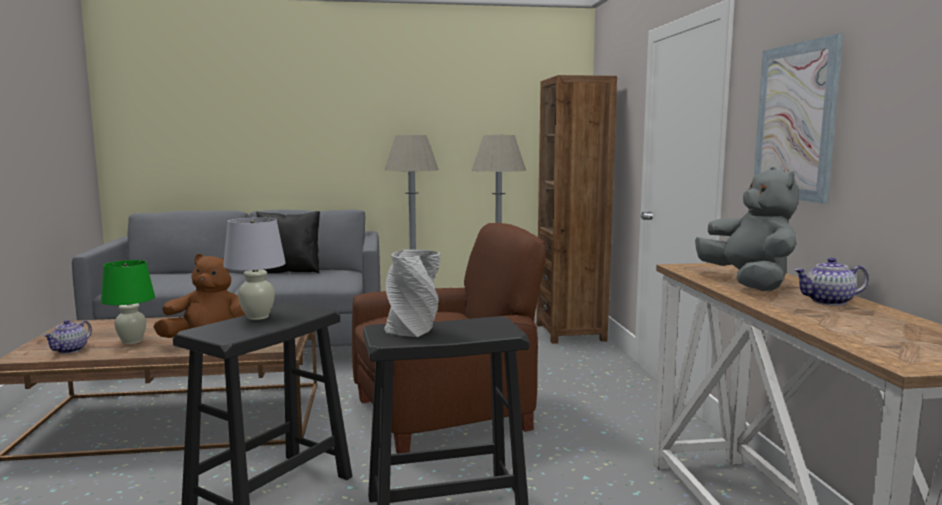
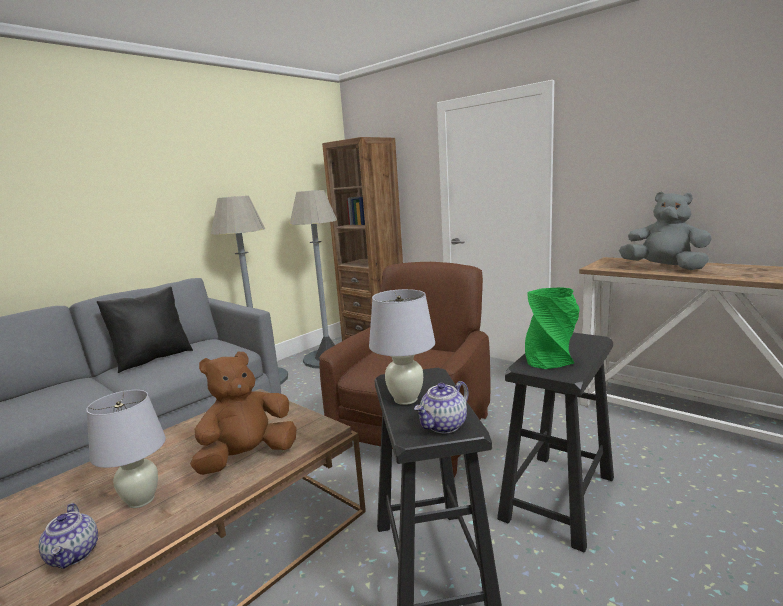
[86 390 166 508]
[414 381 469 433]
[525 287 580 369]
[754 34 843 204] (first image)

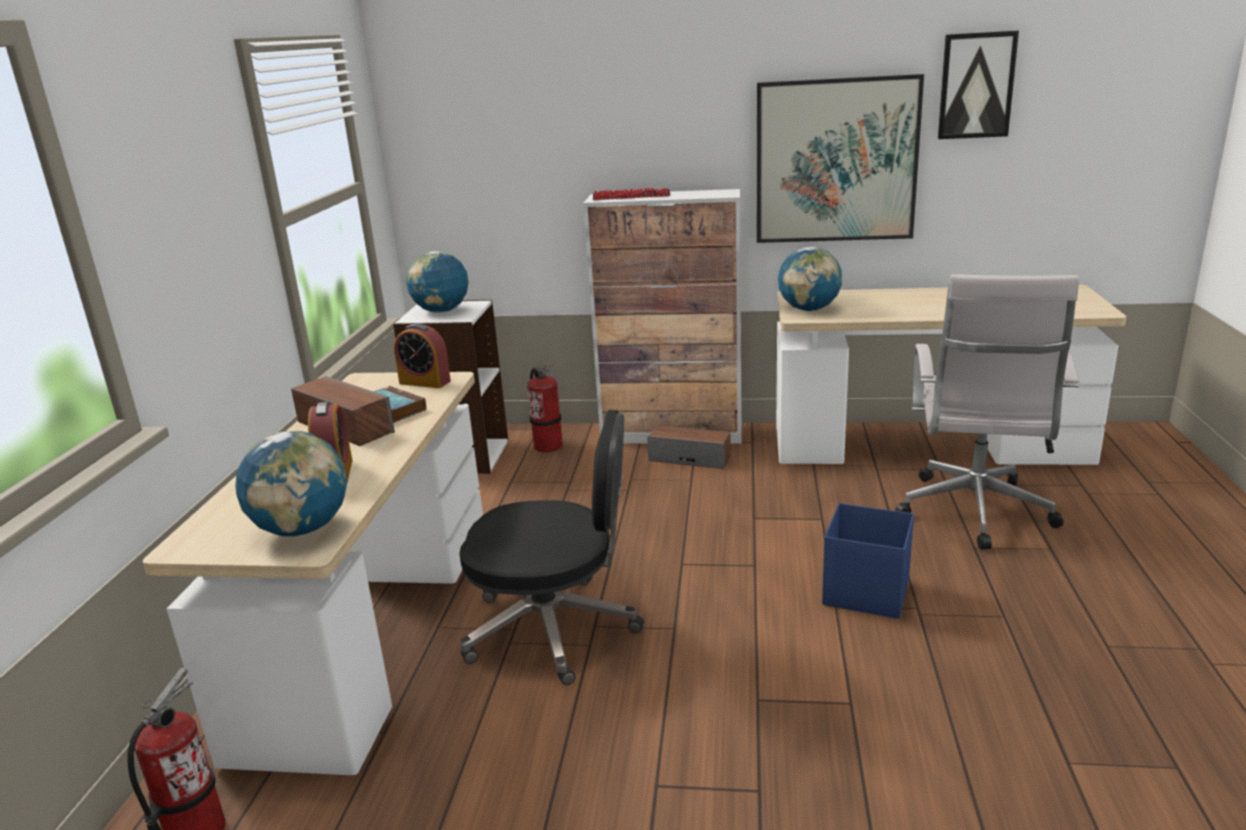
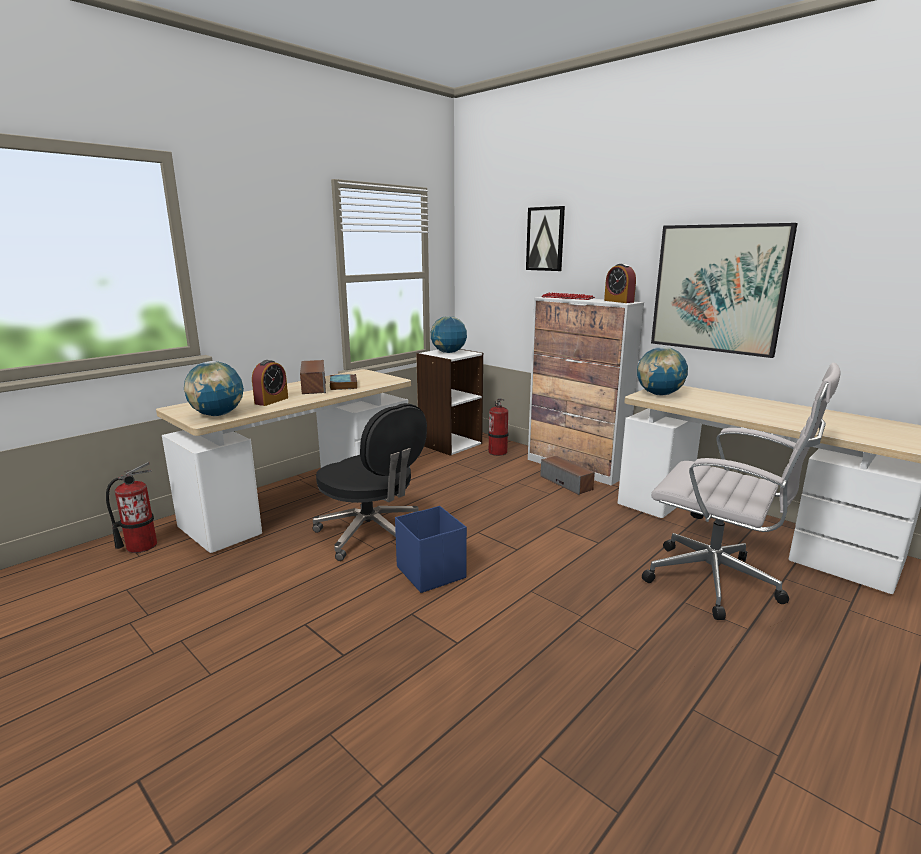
[395 506 467 593]
[526 206 565 271]
[604 264 636 303]
[642 363 841 620]

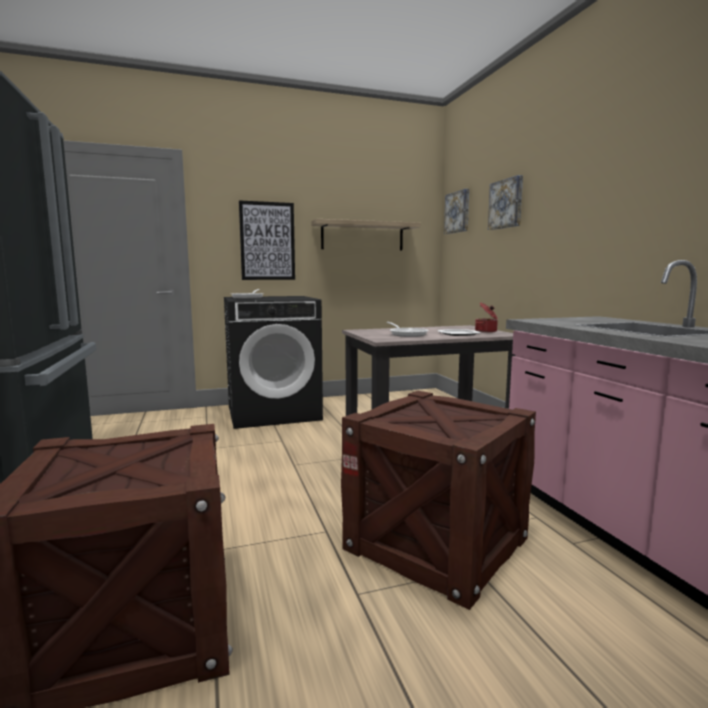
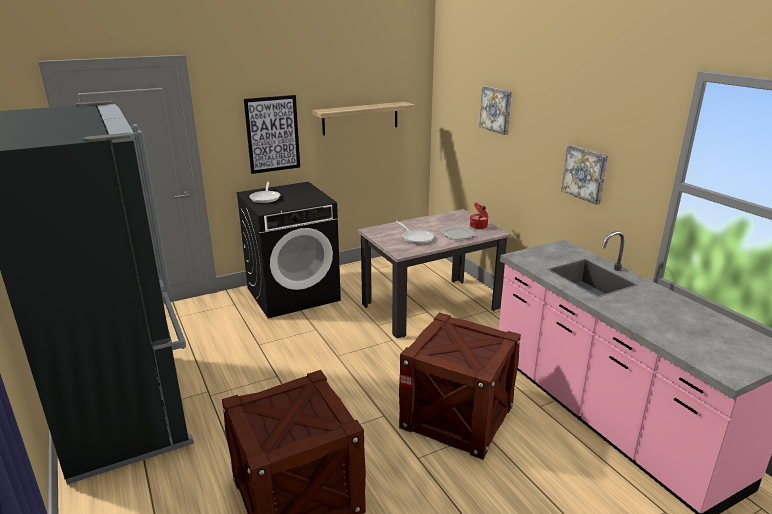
[561 145 608 205]

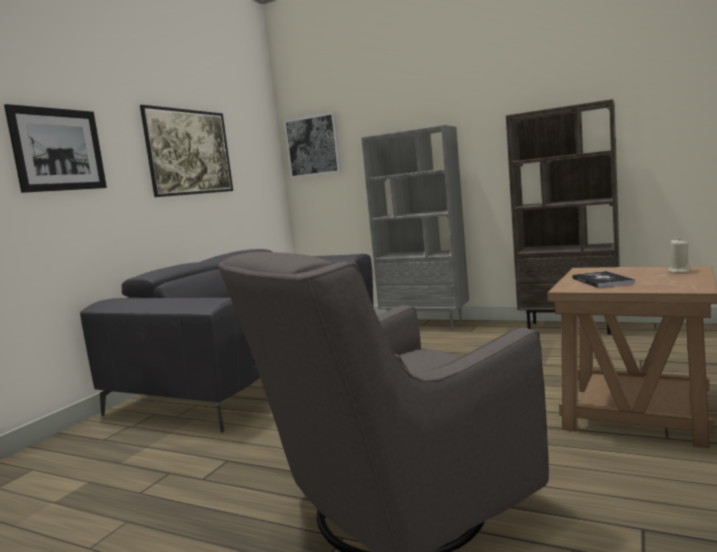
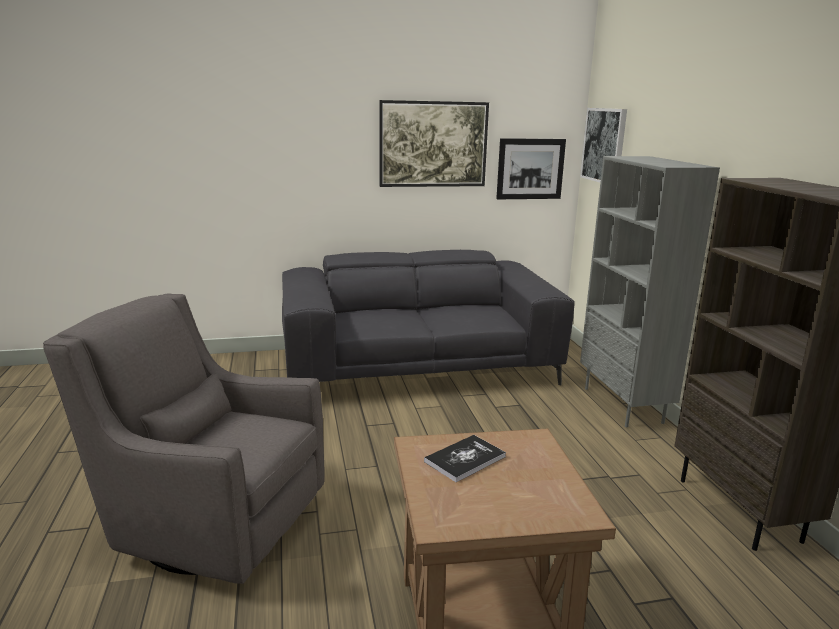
[496 138 566 199]
[668 239 692 273] (first image)

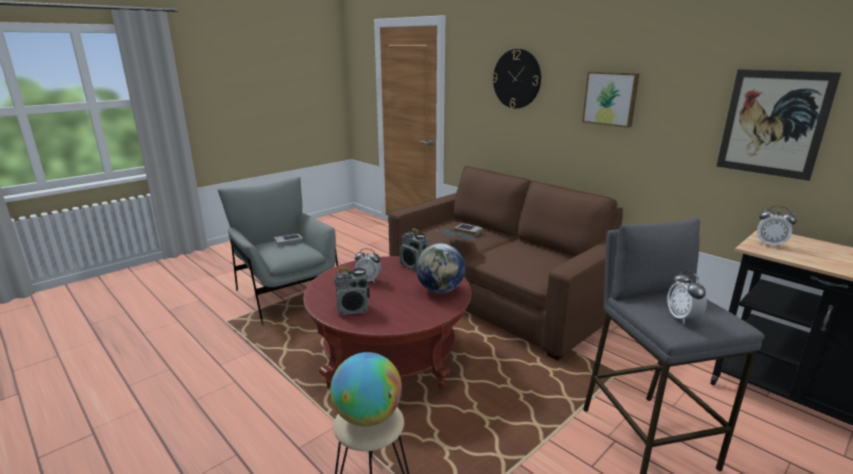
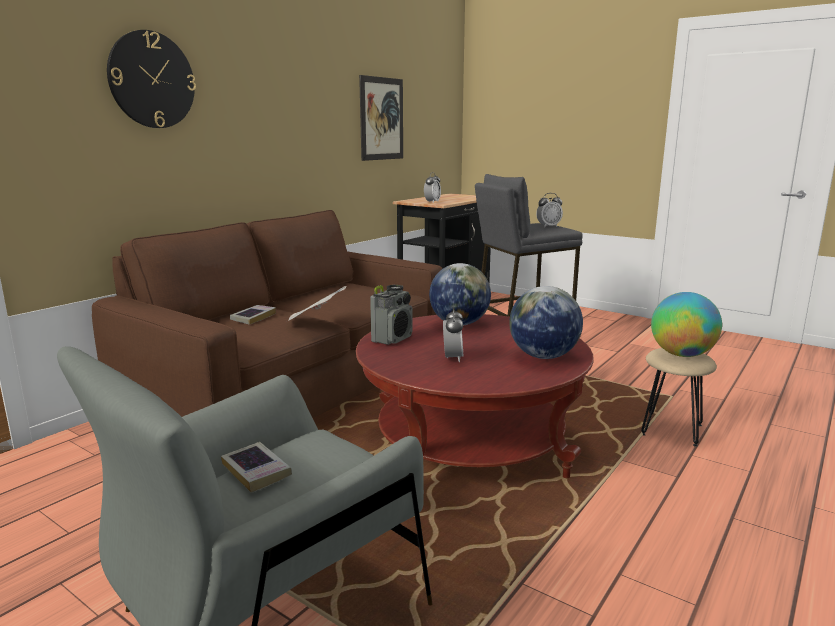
[509 286 583 359]
[582 71 640 128] (first image)

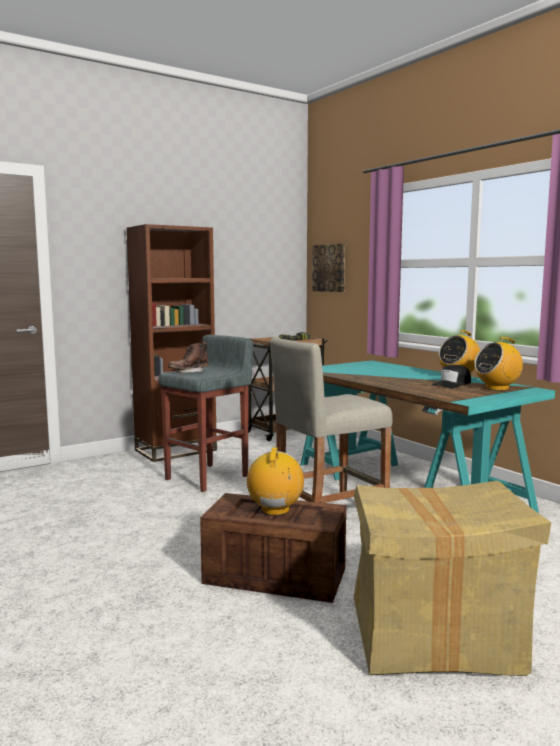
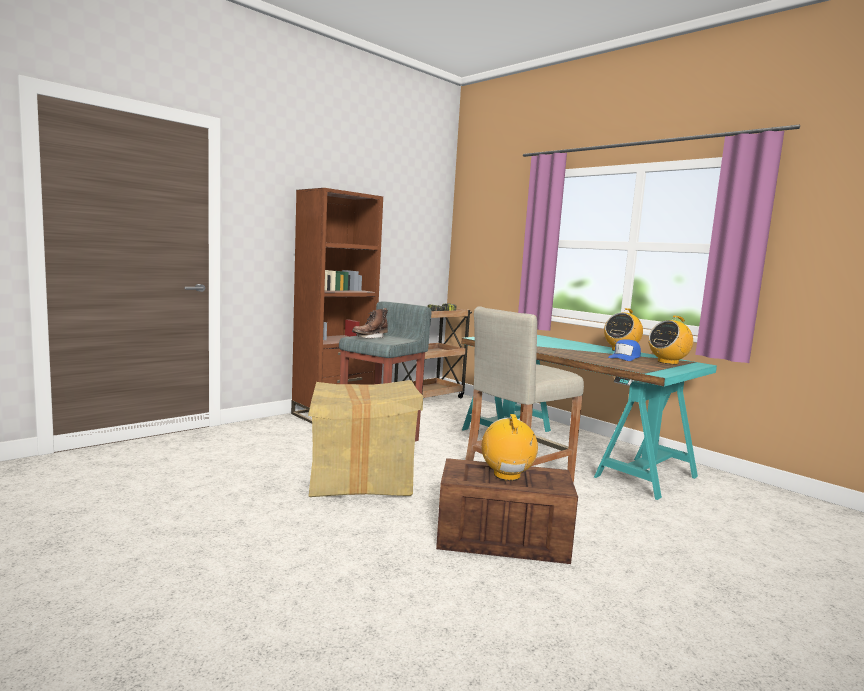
[308 380 423 497]
[608 339 641 361]
[312 243 345 292] (first image)

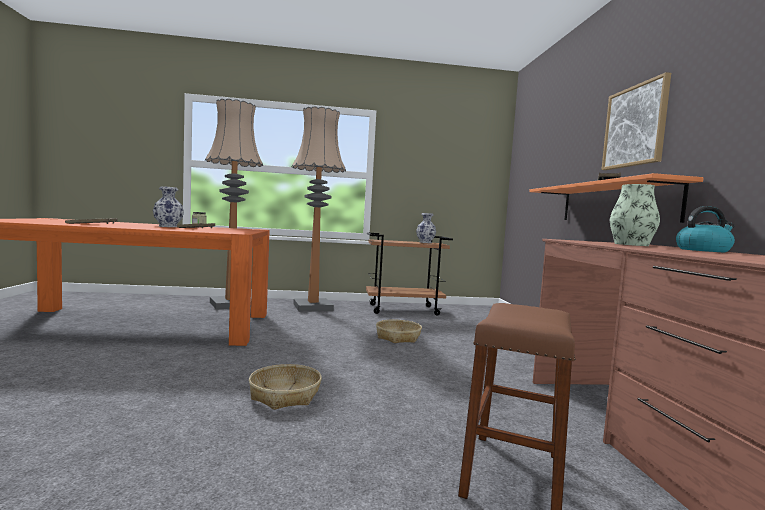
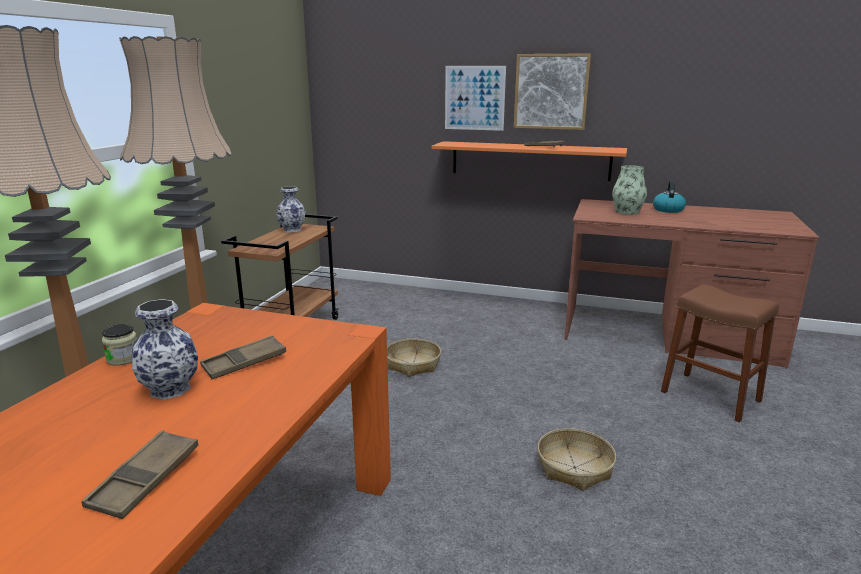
[445 66 506 131]

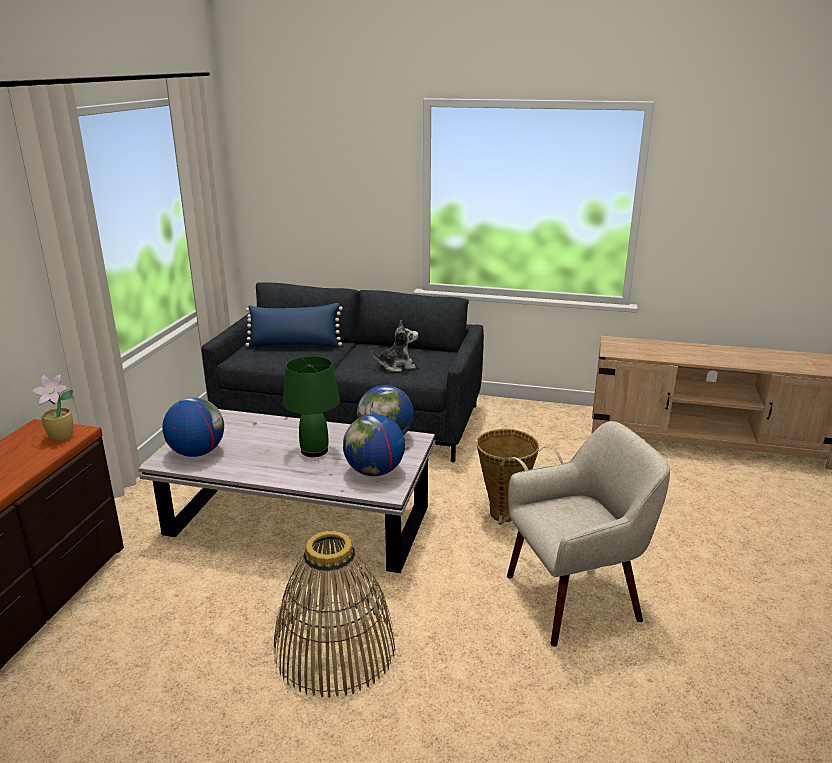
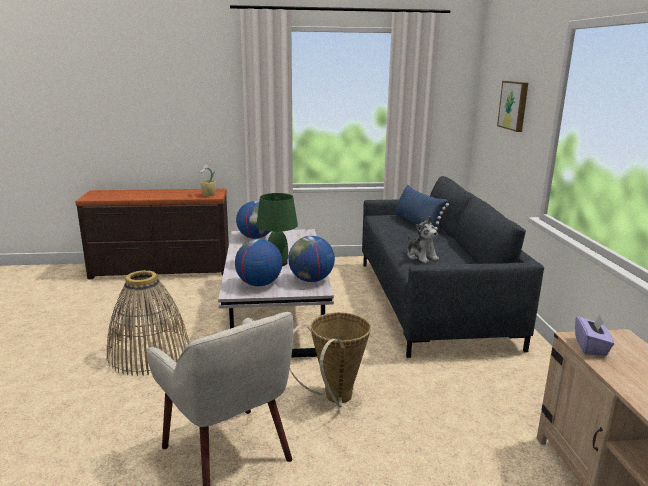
[497 81 528 132]
[575 315 614 356]

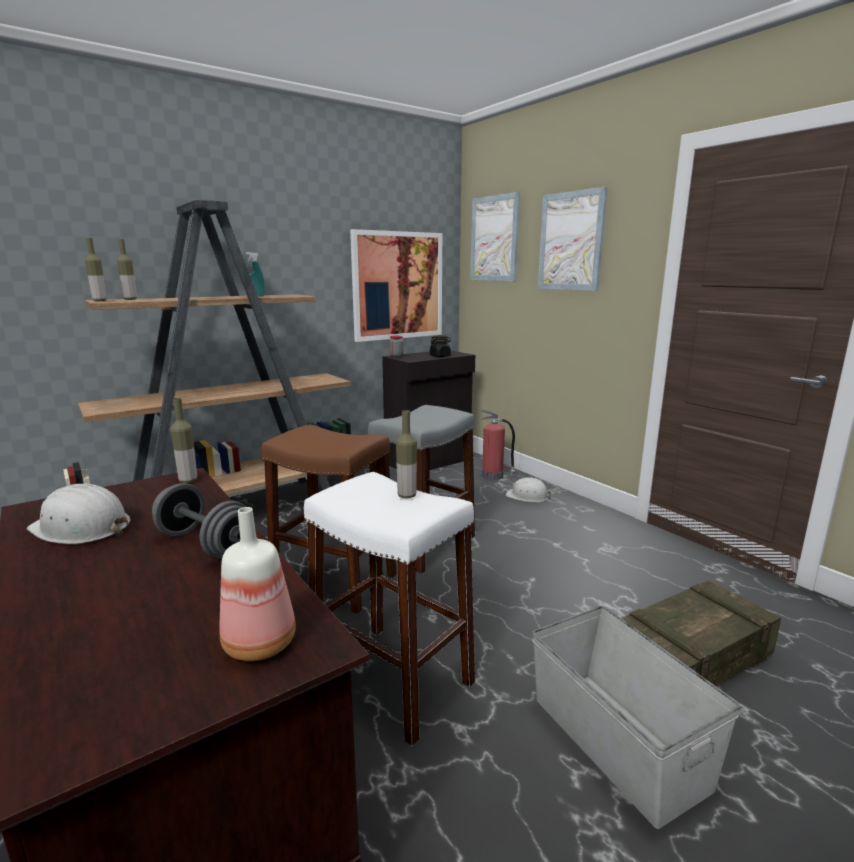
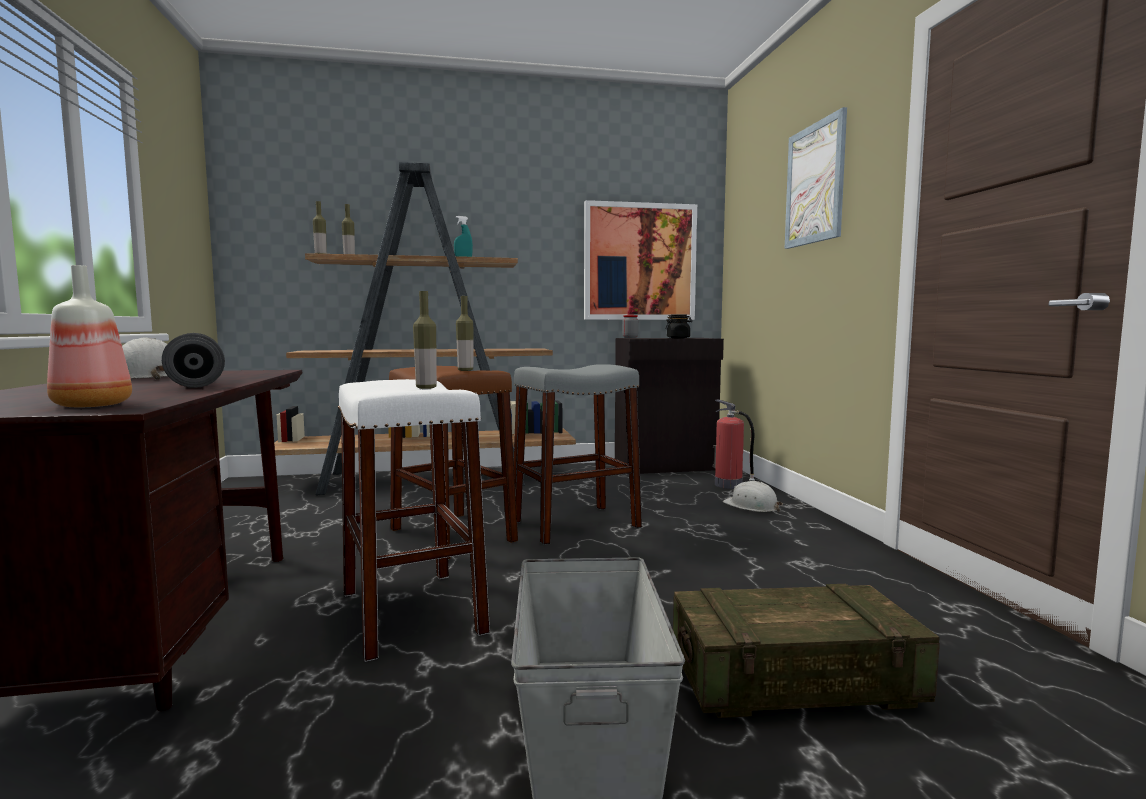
[456 296 473 371]
[470 192 520 281] (first image)

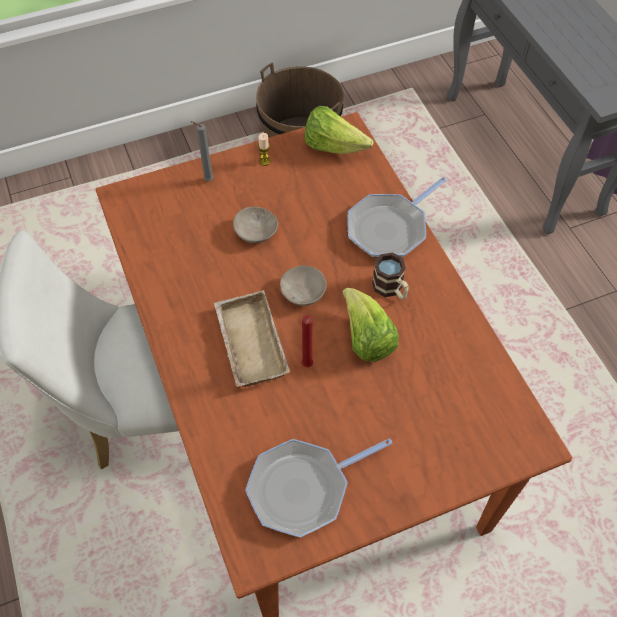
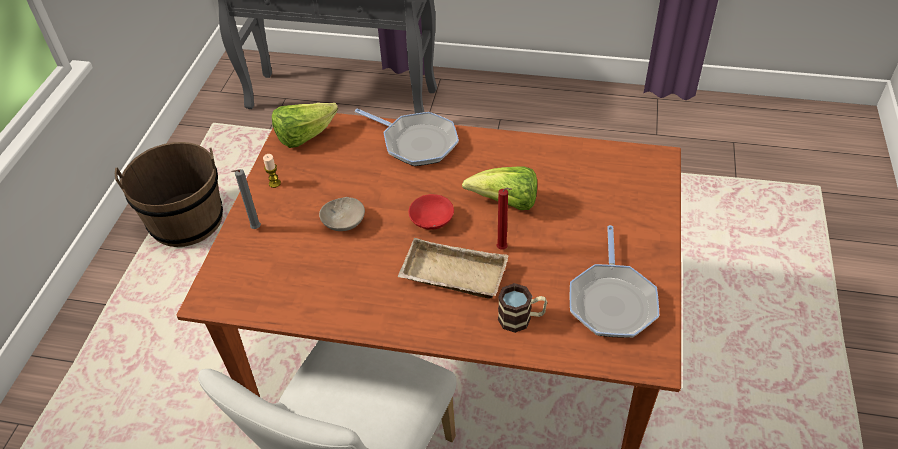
[355 108 459 166]
[409 194 454 230]
[498 283 547 333]

